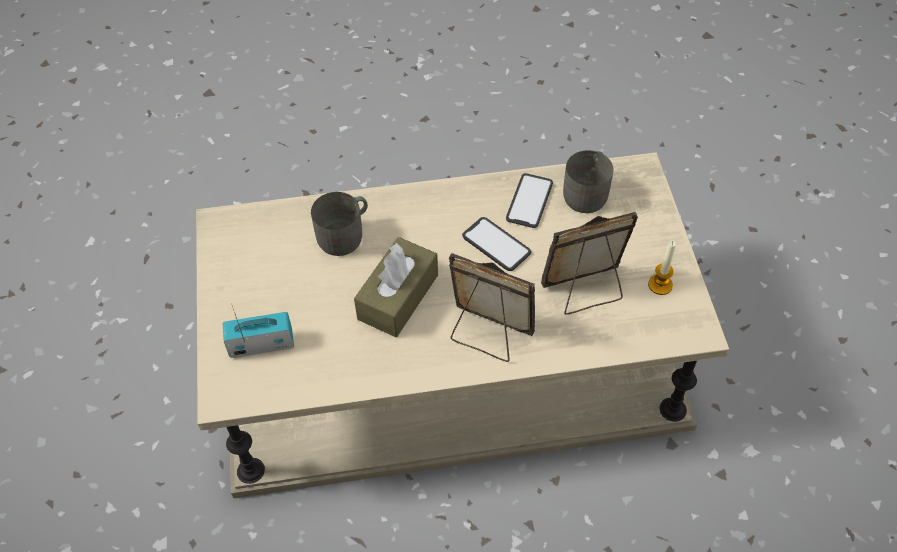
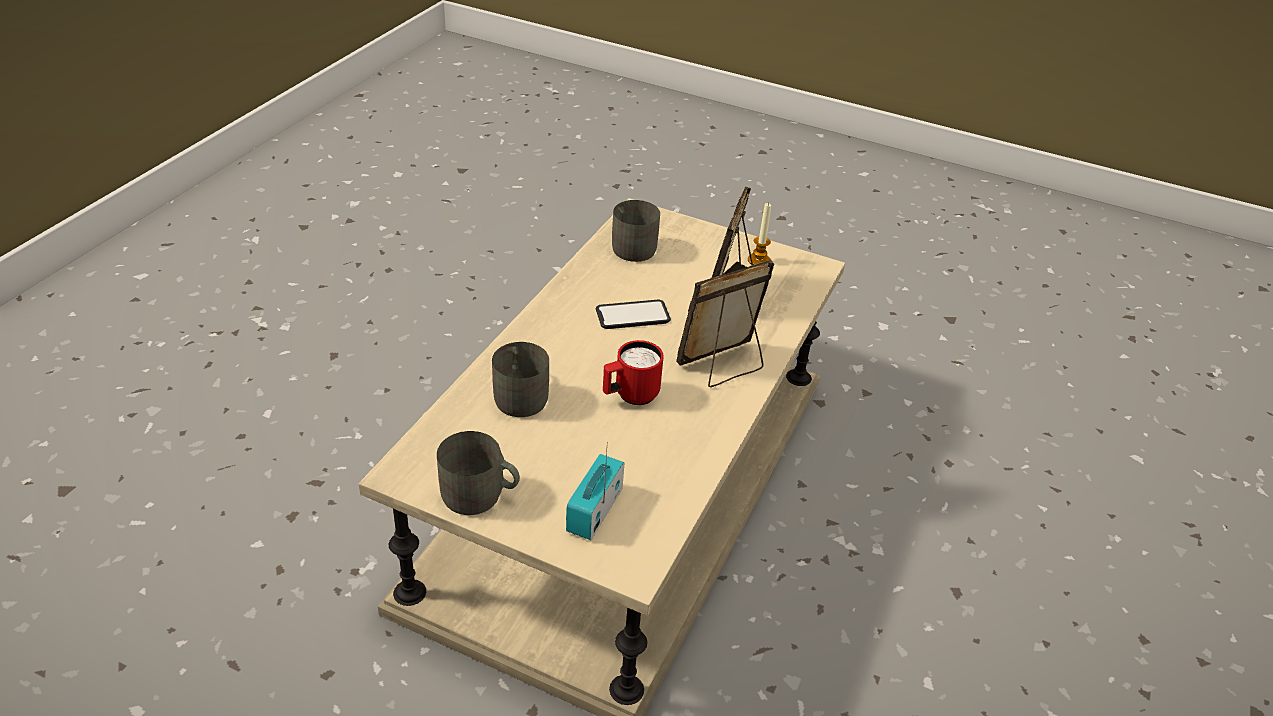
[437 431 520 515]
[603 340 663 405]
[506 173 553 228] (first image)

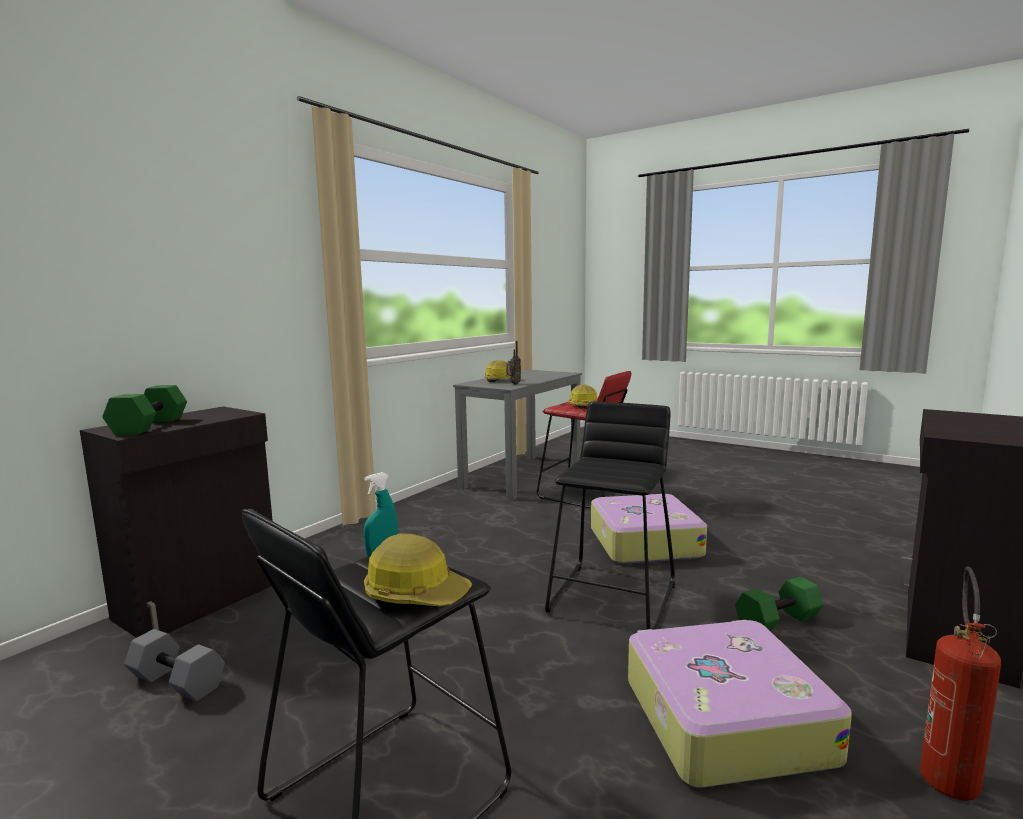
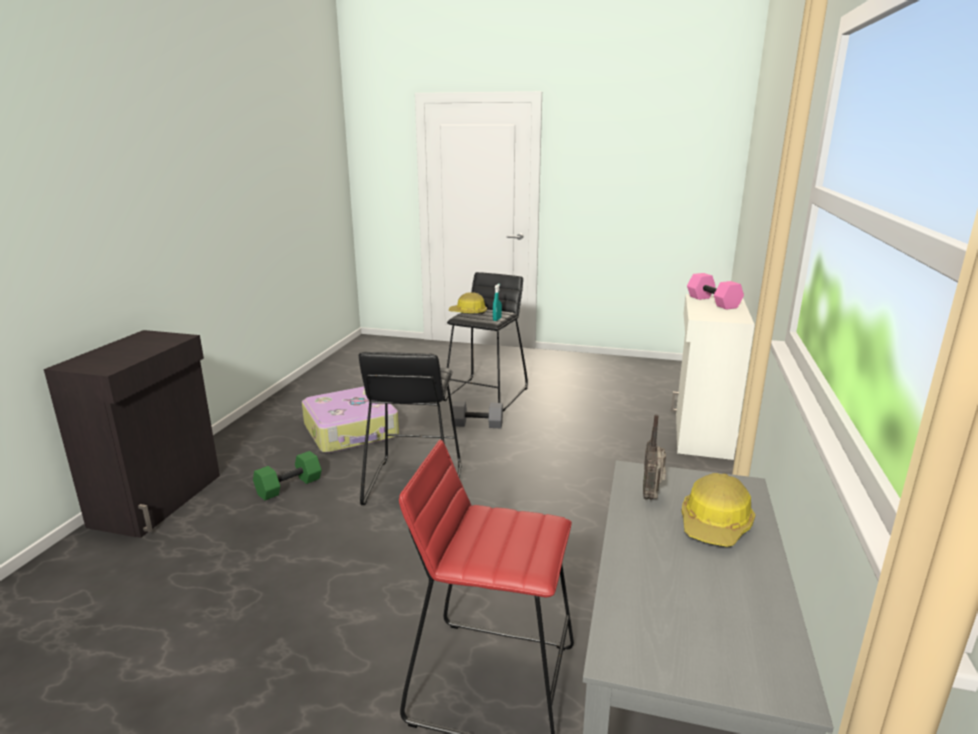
[451 401 503 428]
[671 294 755 460]
[687 273 744 310]
[568 384 598 409] (first image)
[591 494 707 564] (first image)
[920 566 1001 801] (first image)

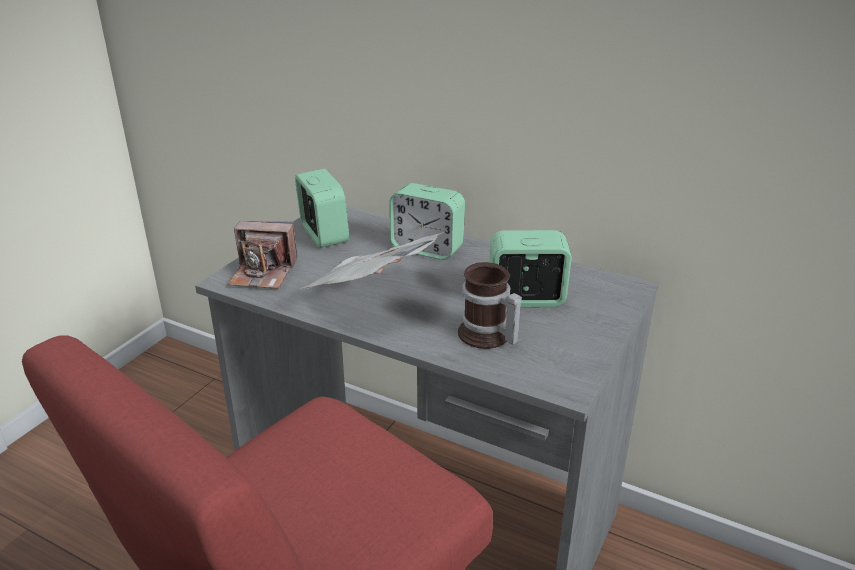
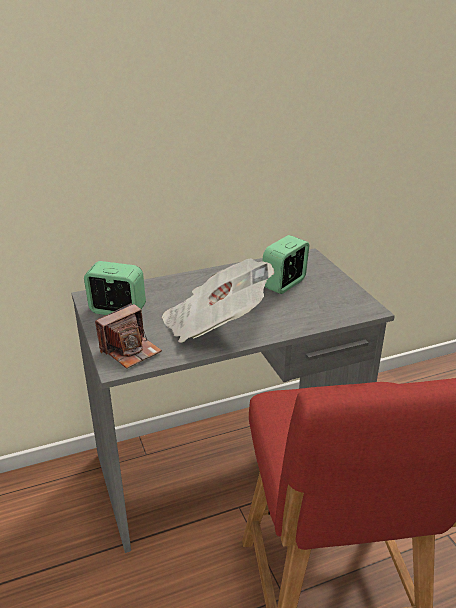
[390 183 465 260] (first image)
[458 262 522 349] (first image)

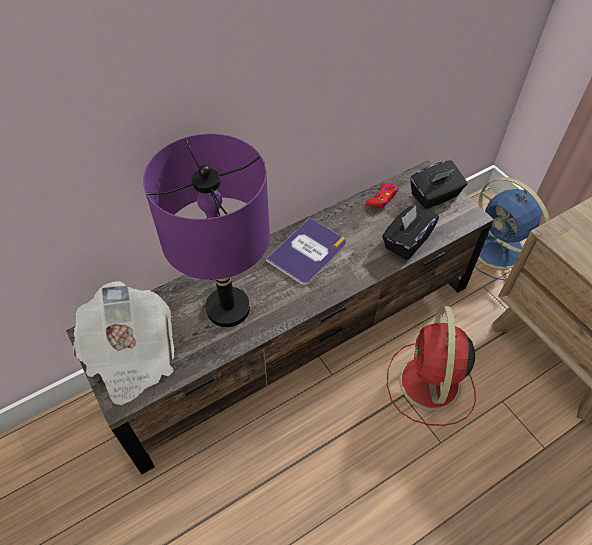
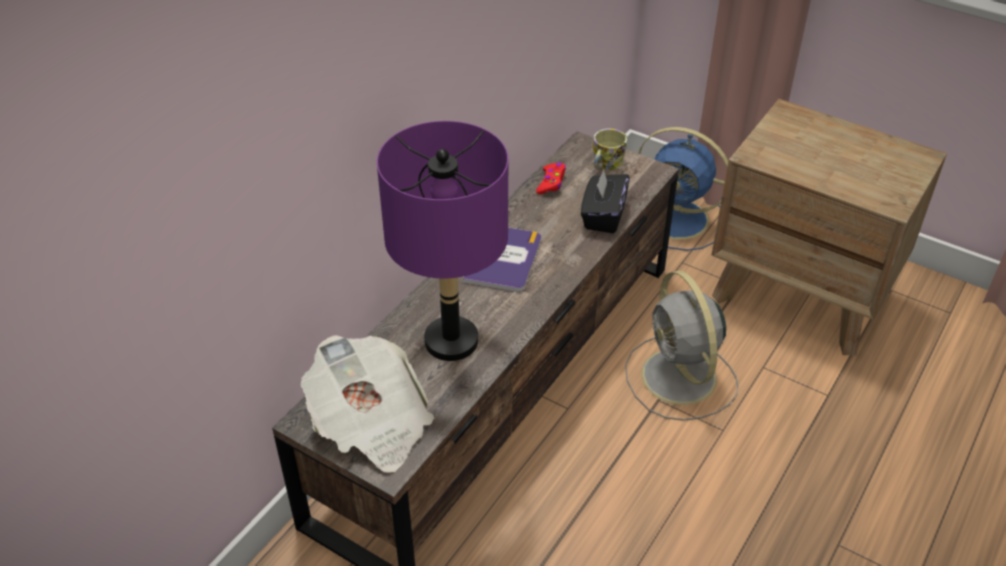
[593 129 627 170]
[625 271 739 421]

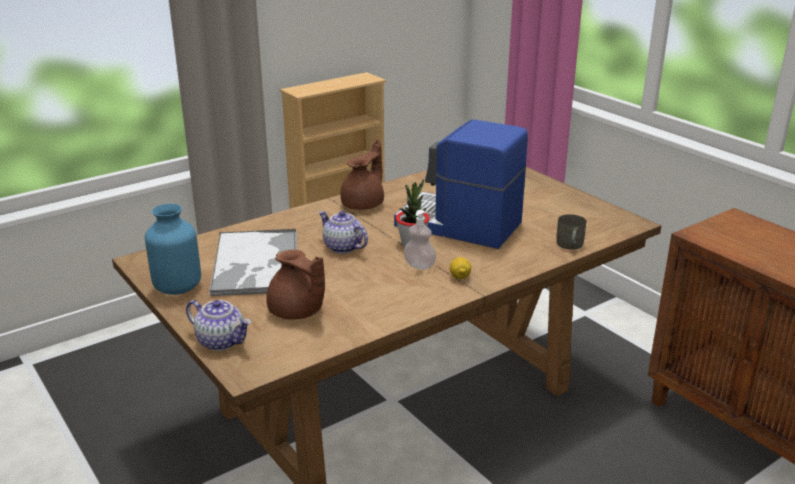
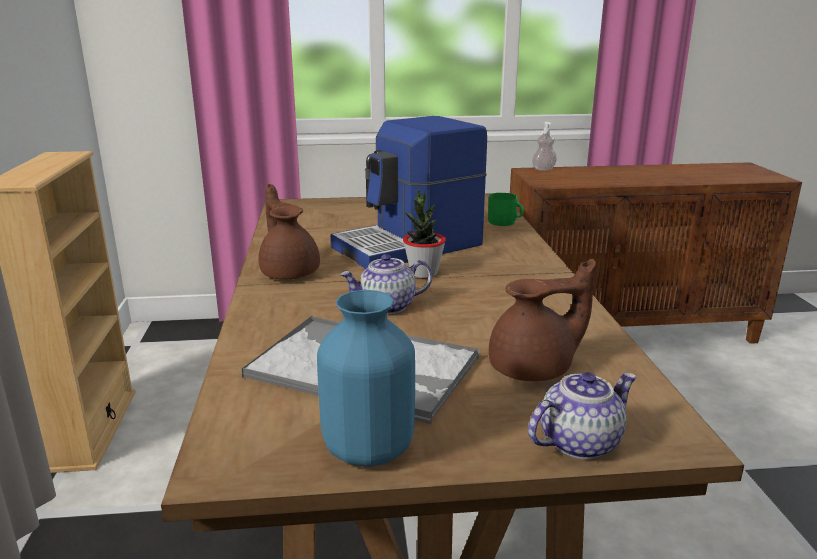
[488 193 524 226]
[532 122 557 171]
[450 257 471 279] (first image)

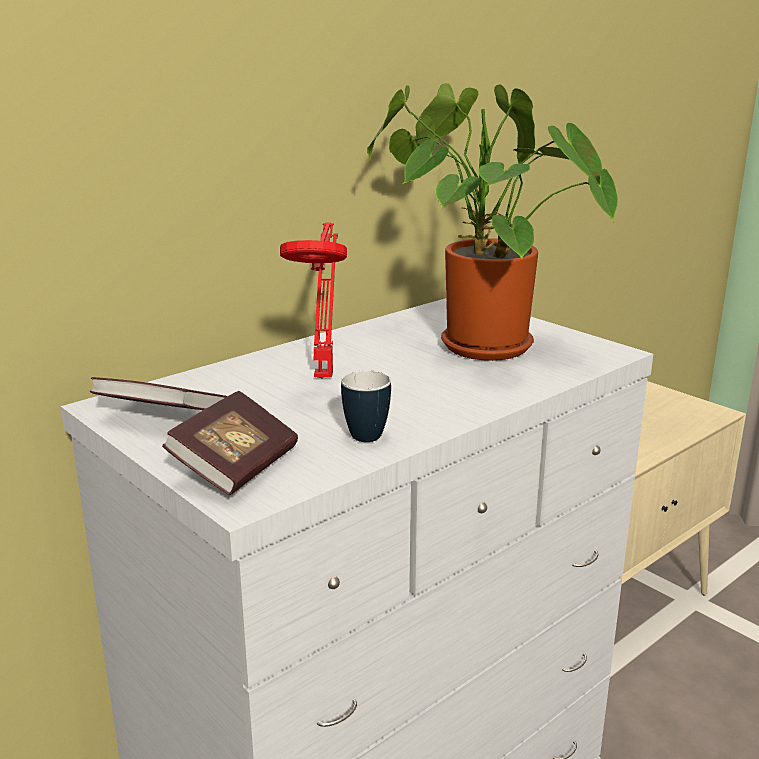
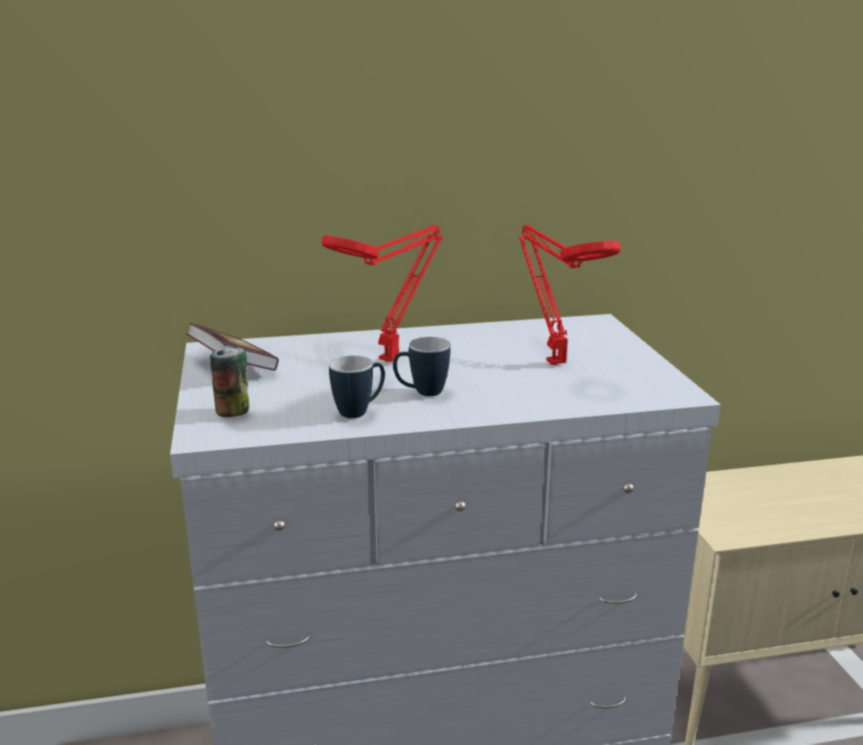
[210 348 249 417]
[393 337 450 396]
[519 225 621 365]

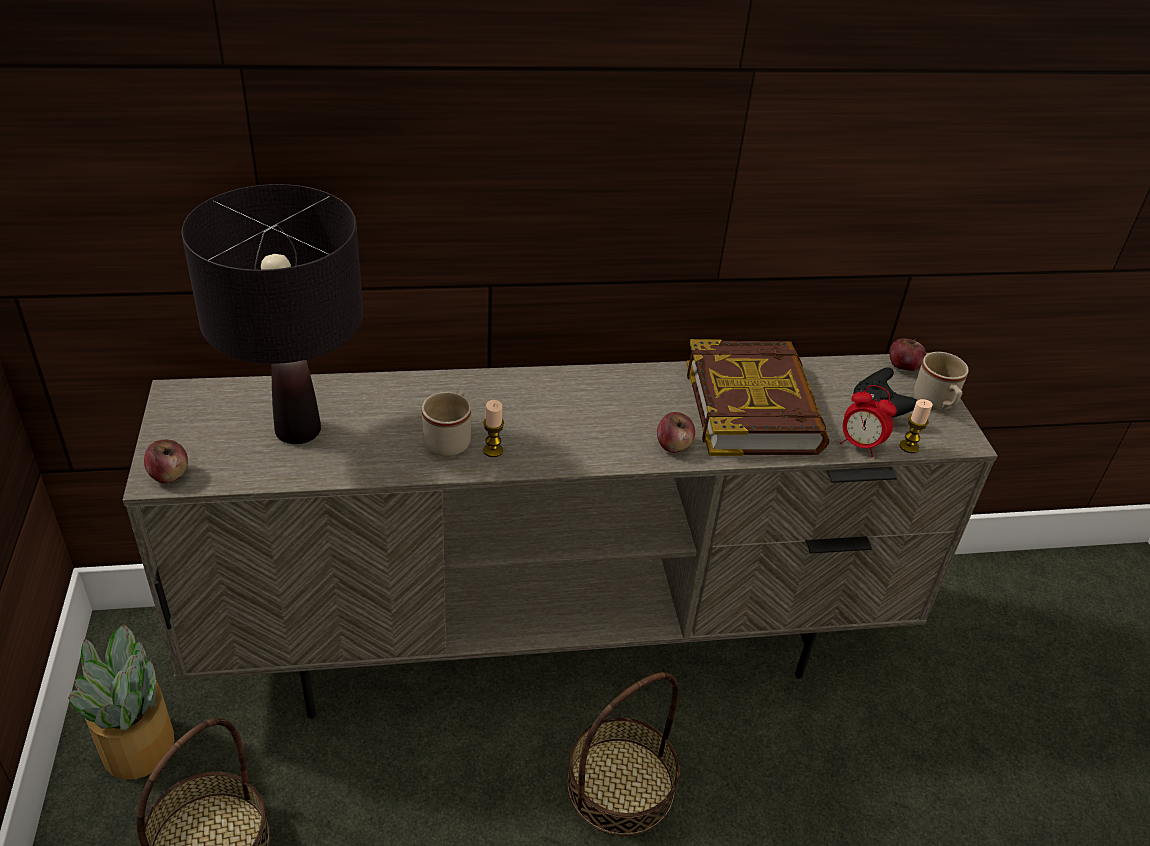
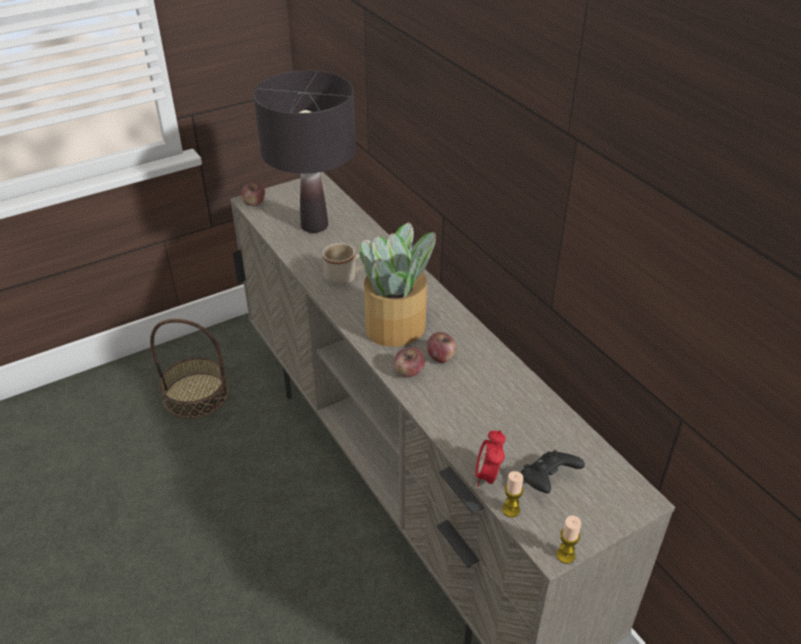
[360 222 436 347]
[427 332 456 363]
[556 515 581 564]
[567 672 680 836] (first image)
[687 339 829 456] (first image)
[913 352 969 410] (first image)

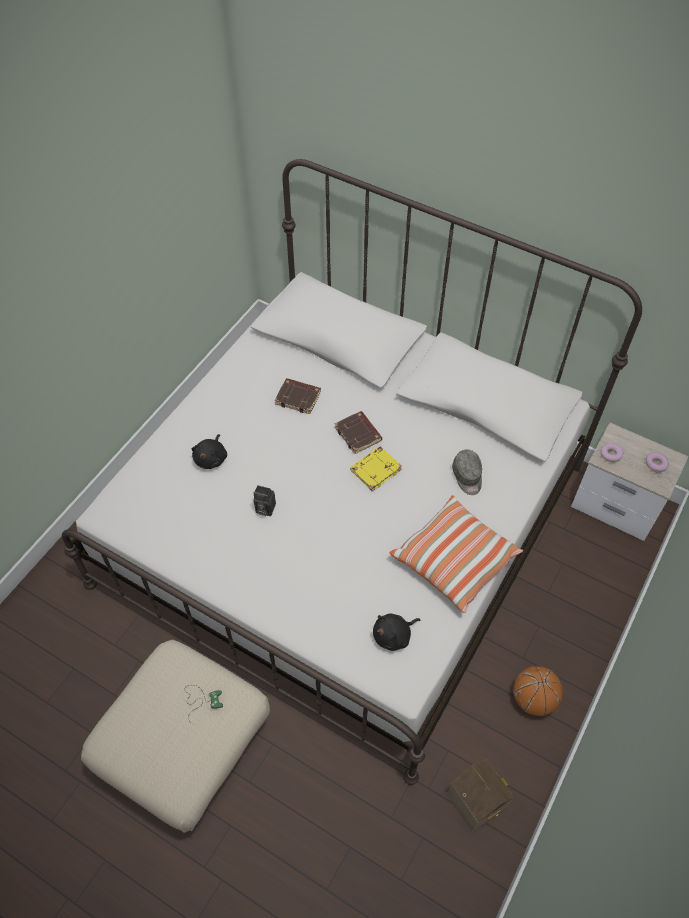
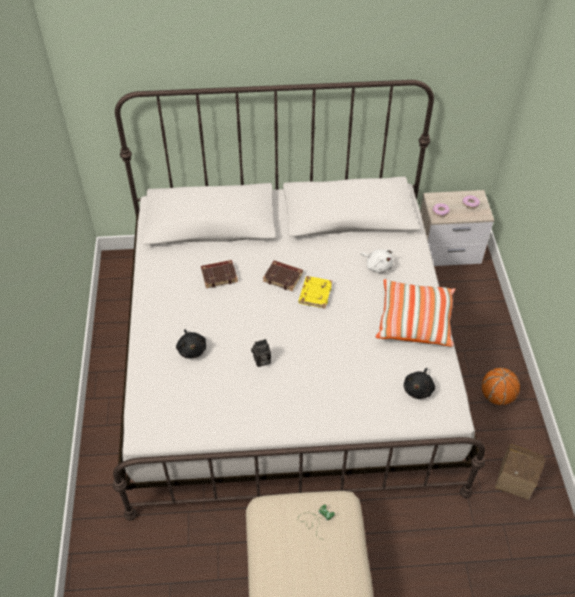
[361 249 393 273]

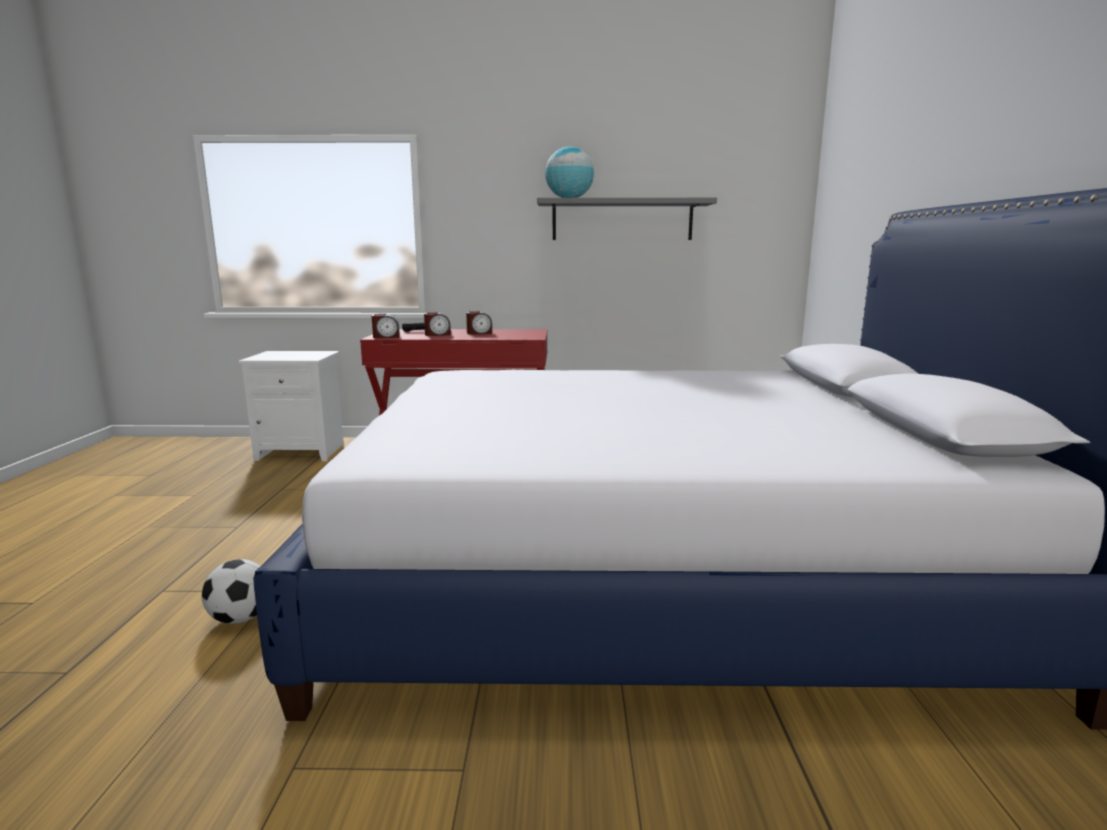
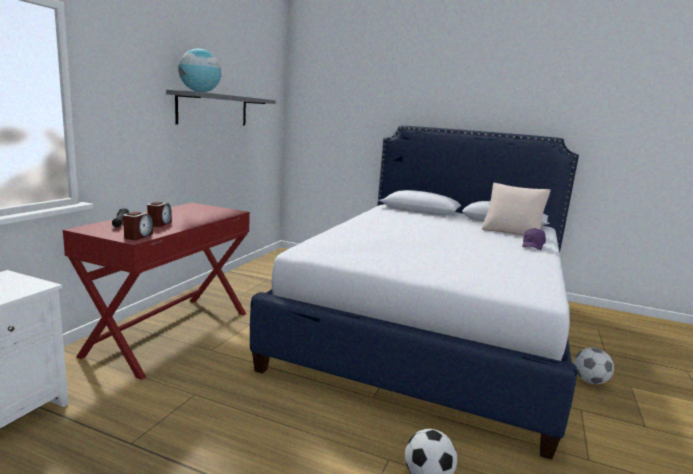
[482 183 551 235]
[522 228 546 250]
[574 347 614 384]
[466 311 492 335] (first image)

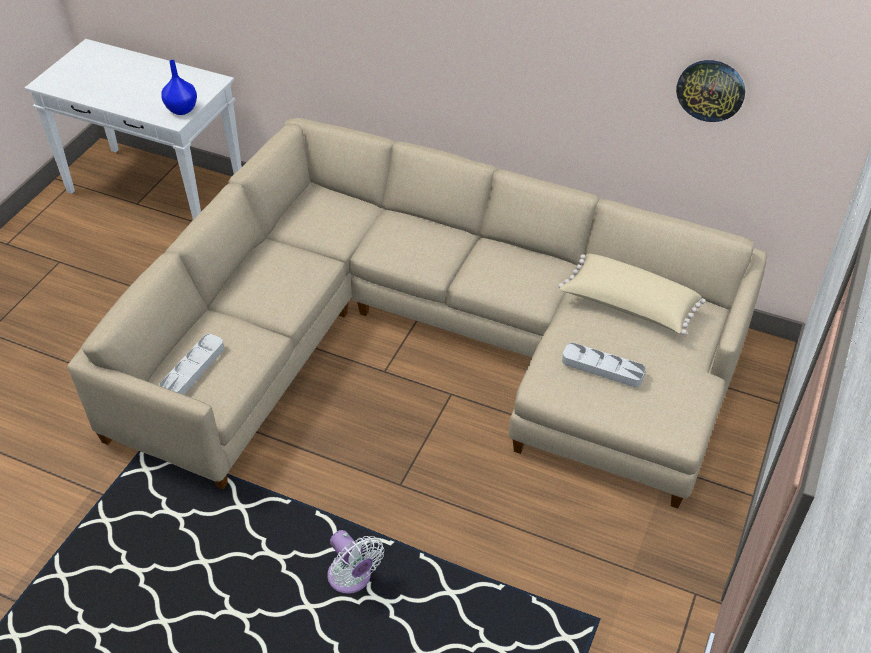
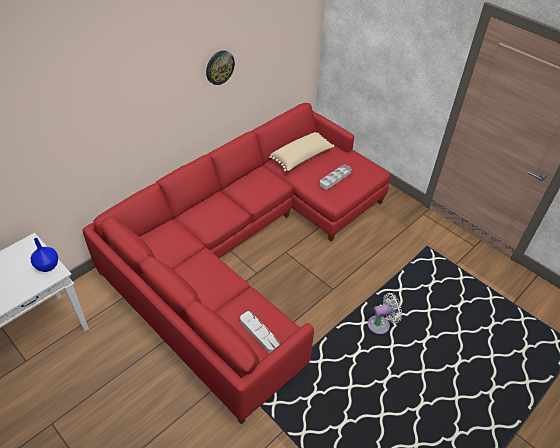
[82 103 391 425]
[206 50 235 85]

